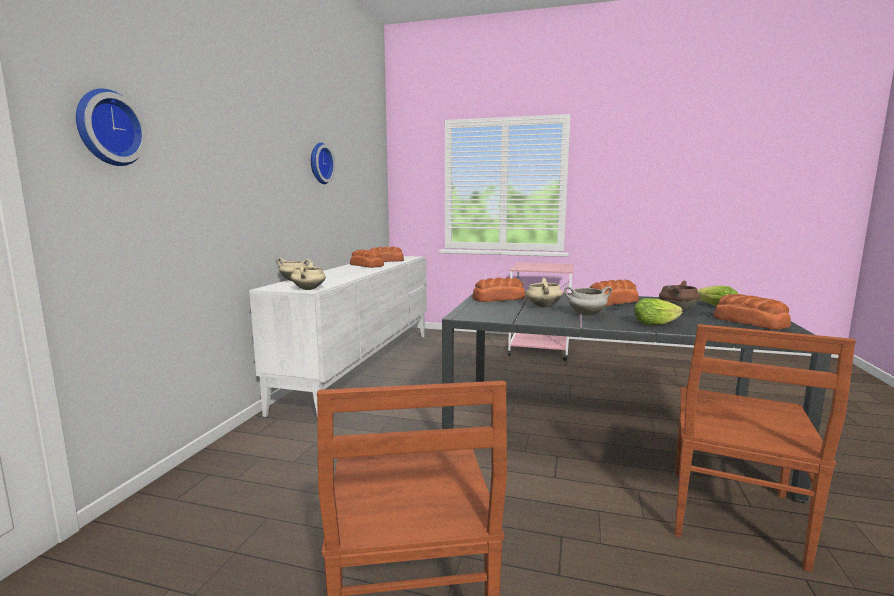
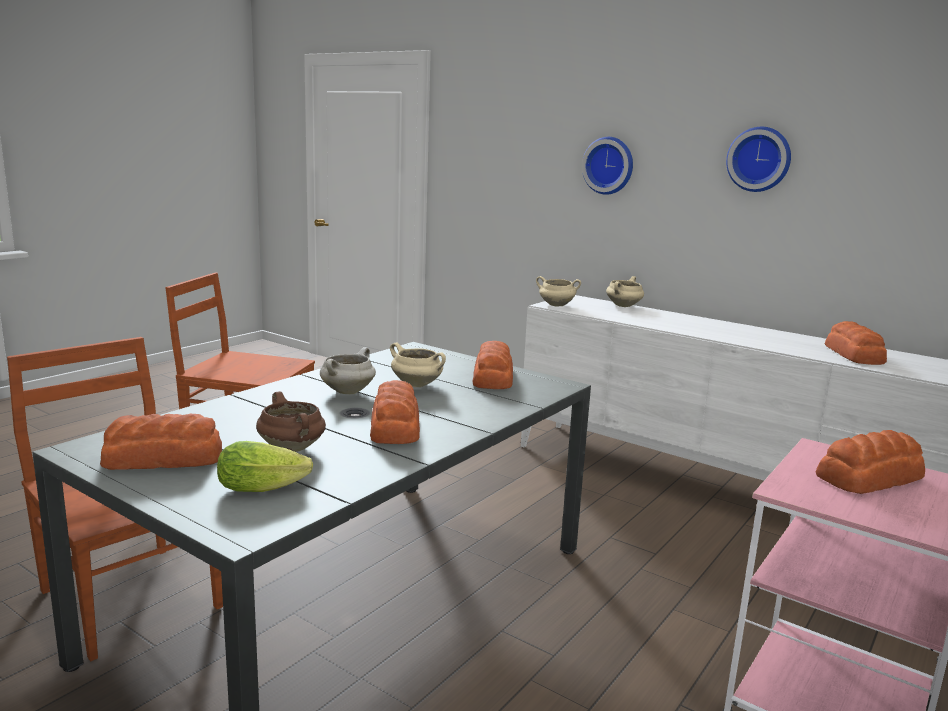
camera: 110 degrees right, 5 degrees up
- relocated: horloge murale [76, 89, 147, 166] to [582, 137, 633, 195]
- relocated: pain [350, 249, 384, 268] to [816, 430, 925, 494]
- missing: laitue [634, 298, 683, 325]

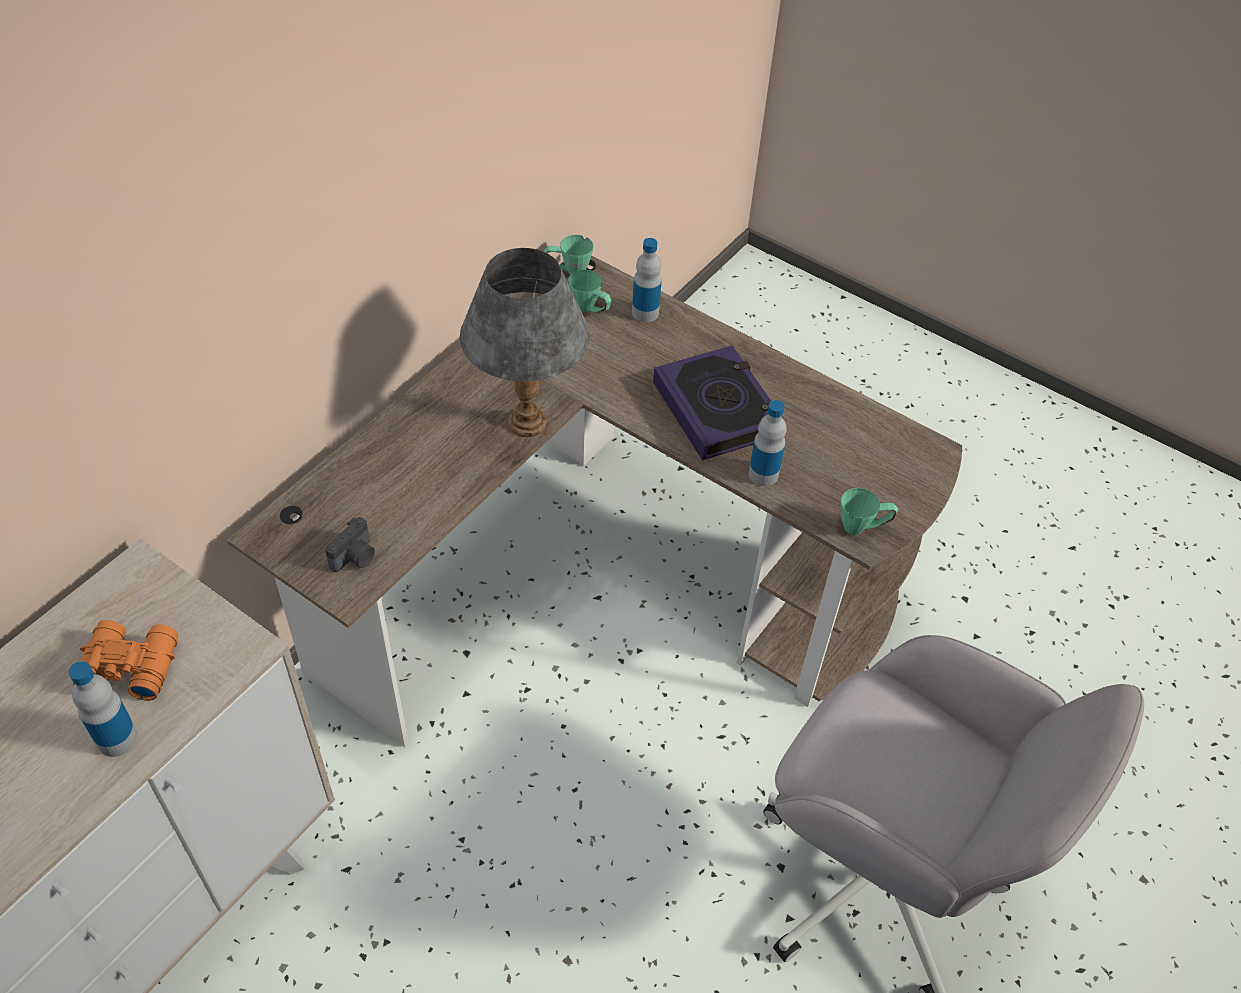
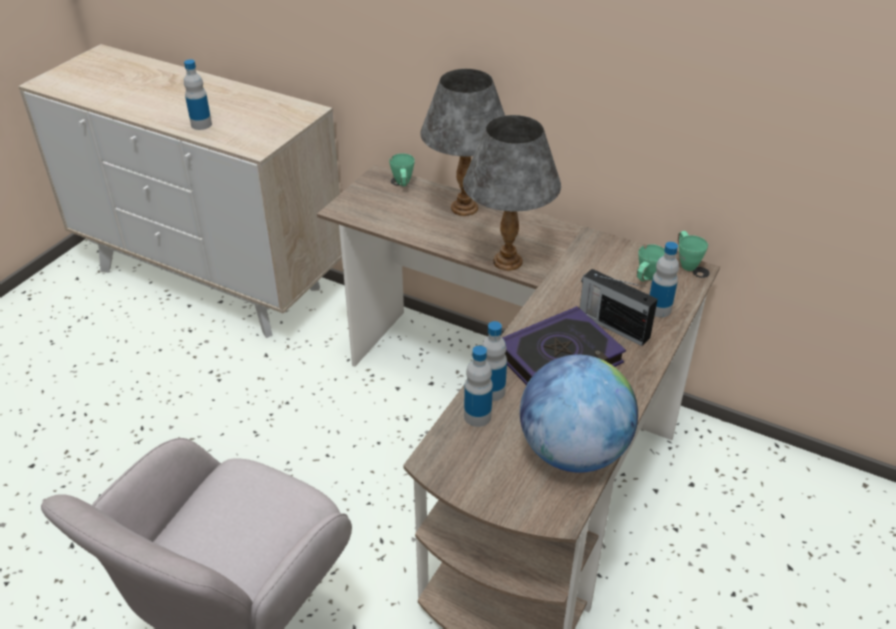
camera: 85 degrees right, 10 degrees down
- relocated: mug [vert] [840, 488, 898, 535] to [389, 153, 415, 186]
- appeared: lampe de table [gris] [420, 69, 505, 216]
- appeared: bouteille [464, 346, 493, 427]
- appeared: globe [520, 354, 638, 473]
- appeared: radio [580, 269, 658, 346]
- missing: jumelles [orange] [73, 620, 178, 701]
- missing: appareil photo [325, 517, 375, 572]

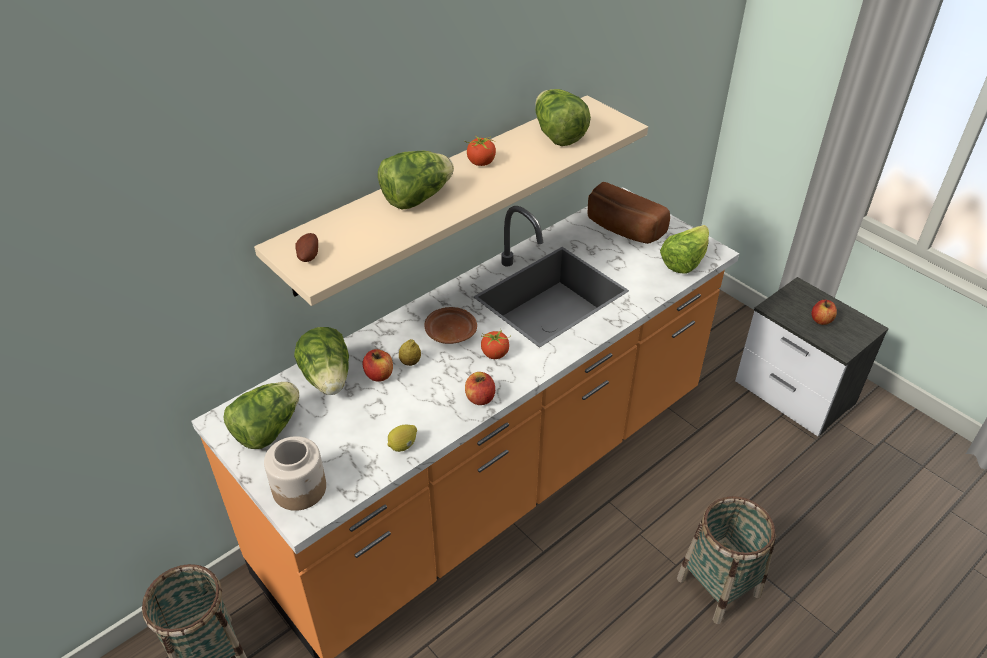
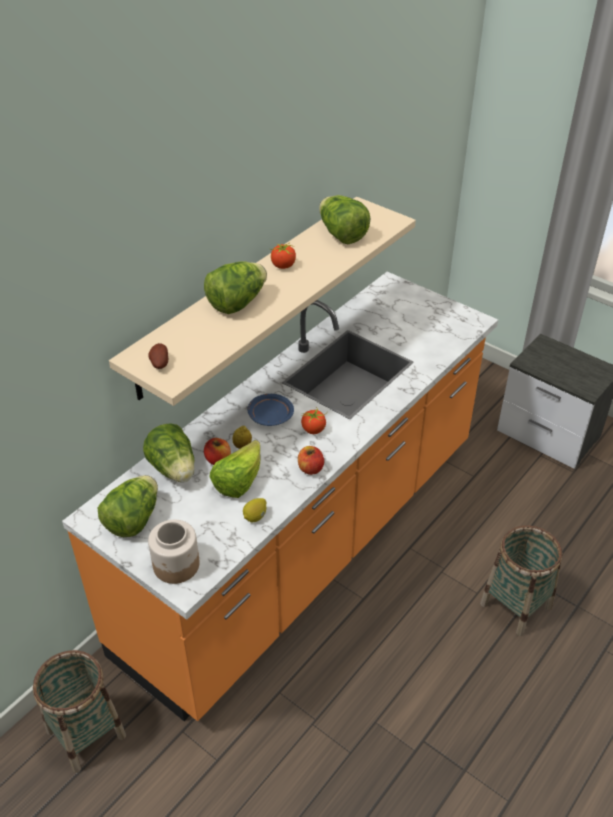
camera: 10 degrees left, 0 degrees up
- relocated: laitue [660, 225, 709, 274] to [209, 440, 261, 498]
- colour: assiette [marron] [424, 307, 477, 344] to assiette [bleu] [247, 394, 294, 426]
- missing: pain [588, 182, 670, 244]
- missing: pomme [811, 300, 837, 325]

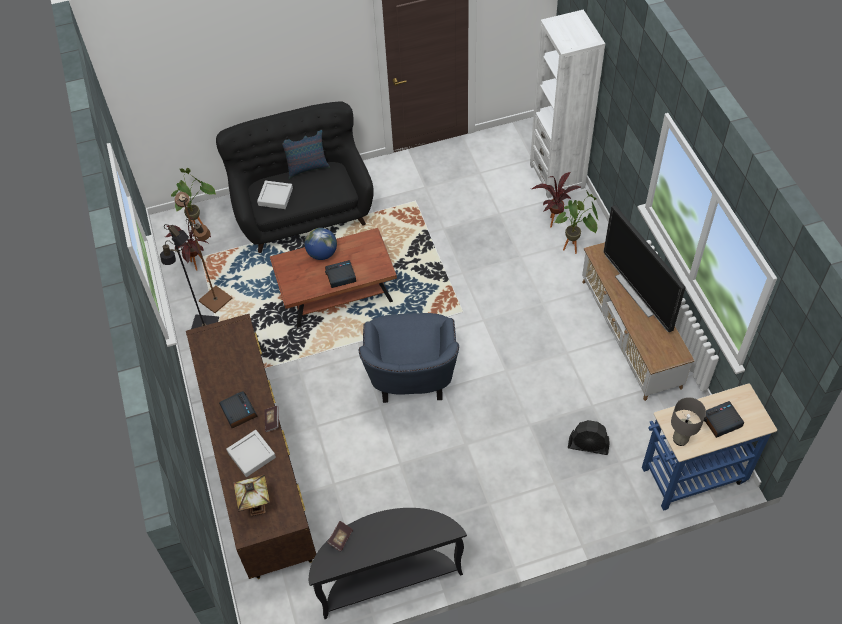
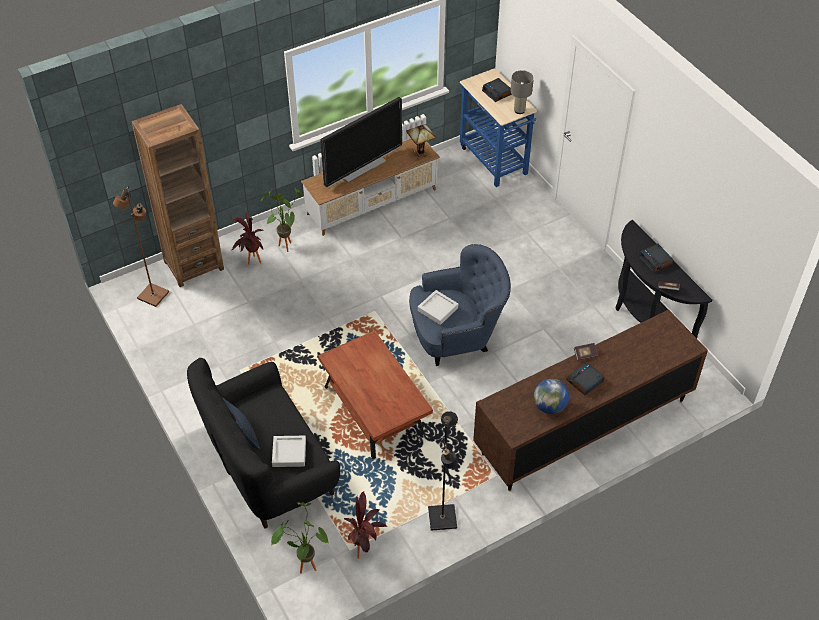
camera: 105 degrees left, 5 degrees down
- relocated: lampadaire [marron] [175, 192, 232, 313] to [113, 186, 169, 307]
- colour: bibliothèque [blanc] [530, 10, 605, 198] to bibliothèque [marron] [132, 104, 224, 287]
- relocated: lampe de table [233, 475, 270, 516] to [406, 124, 437, 158]
- relocated: plateau [gris] [226, 430, 276, 477] to [418, 290, 458, 325]
- relocated: globe [305, 228, 337, 260] to [534, 379, 569, 414]
- relocated: réveil [325, 260, 356, 288] to [638, 244, 674, 272]
- missing: ventilateur [noir] [568, 420, 610, 455]

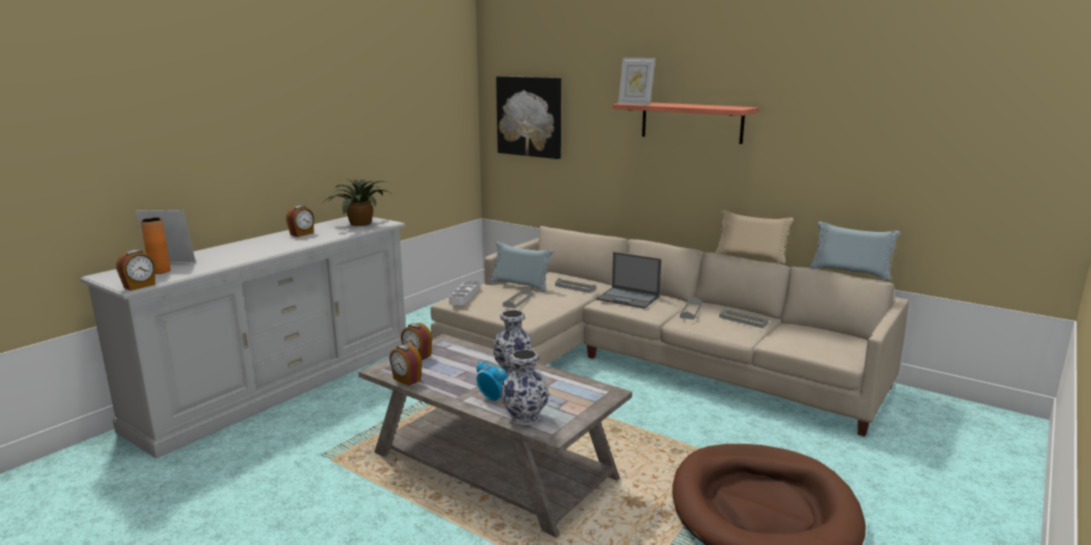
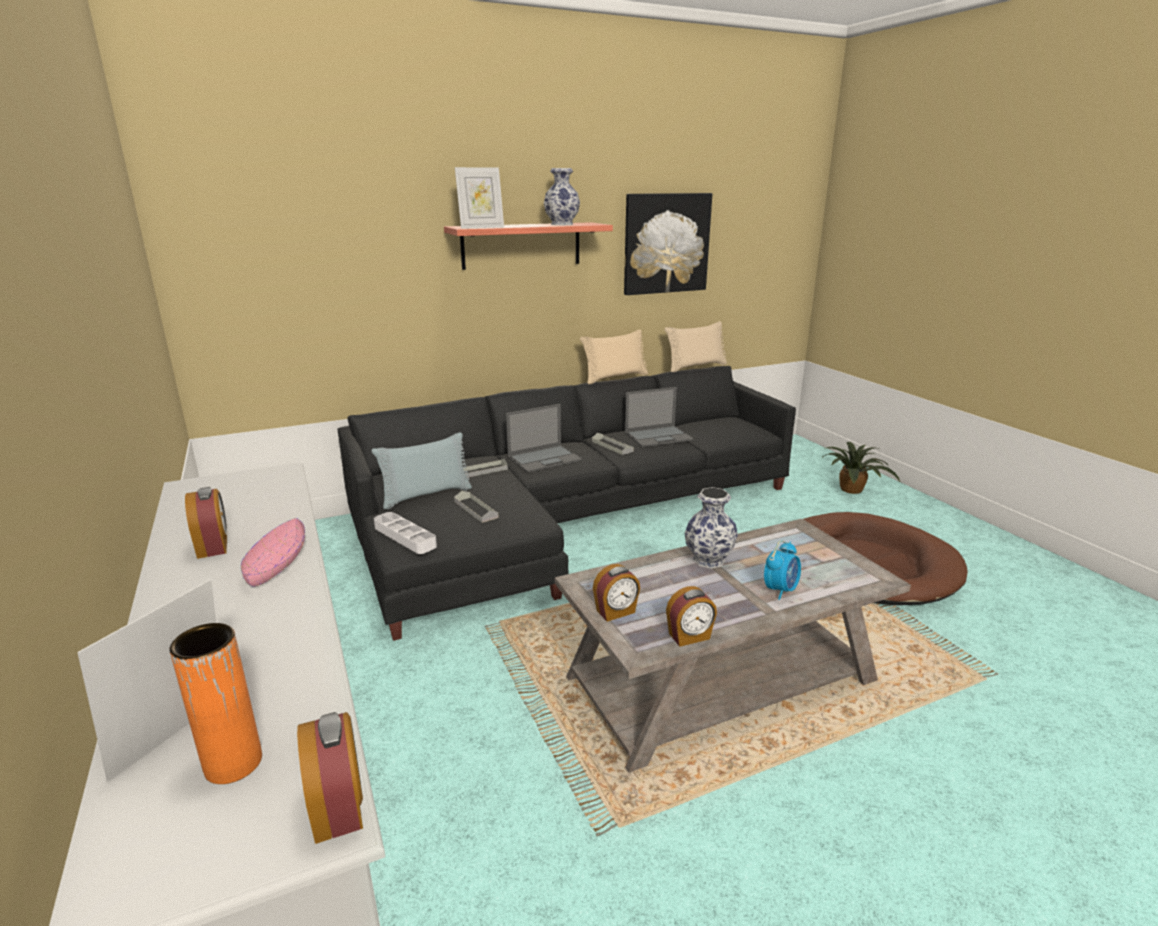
camera: 60 degrees left, 5 degrees up
- appeared: bol [rose] [241, 518, 305, 587]
- colour: canapé [beige] [431, 226, 909, 437] to canapé [noir] [338, 366, 796, 641]
- relocated: vase [500, 349, 549, 425] to [544, 168, 580, 225]
- relocated: tableau [496, 76, 561, 159] to [624, 193, 712, 295]
- exchanged: plateau [gris] [719, 308, 769, 328] to ordinateur portable [625, 387, 694, 447]
- colour: coussin [bleu] [809, 222, 900, 281] to coussin [beige] [665, 321, 727, 372]
- spun: réveil [476, 360, 508, 401] = [764, 540, 801, 600] 150 degrees clockwise
- relocated: plante en pot [323, 179, 393, 226] to [823, 442, 900, 494]

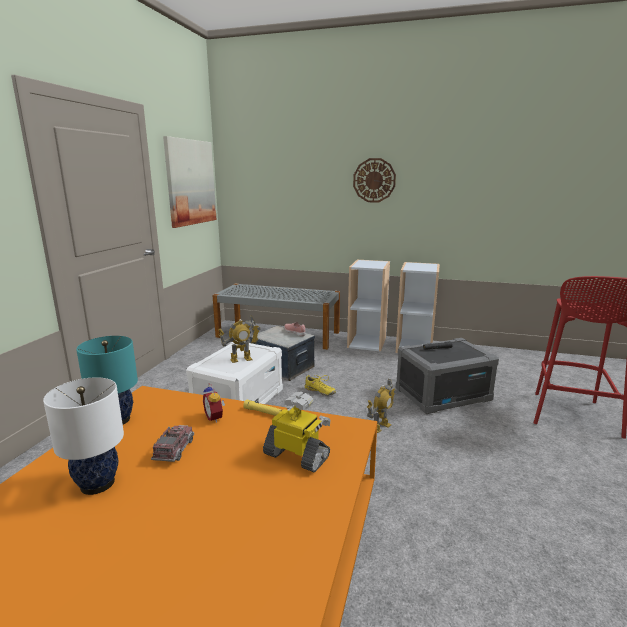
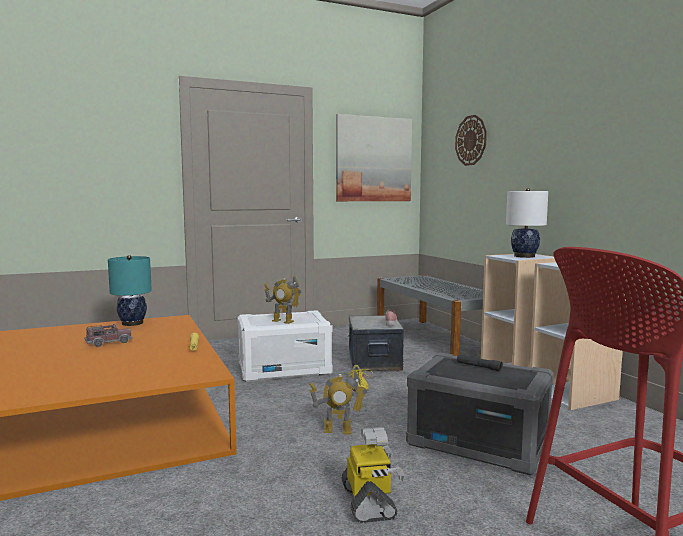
camera: 50 degrees right, 10 degrees down
- relocated: robot jouet [263, 392, 331, 472] to [342, 427, 405, 523]
- relocated: horloge murale [353, 158, 396, 203] to [455, 115, 487, 166]
- relocated: lampe de table [blanc] [43, 377, 124, 495] to [506, 188, 548, 258]
- missing: réveil [203, 384, 225, 423]

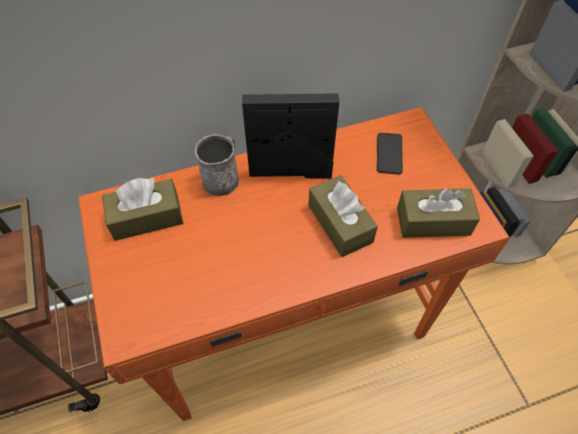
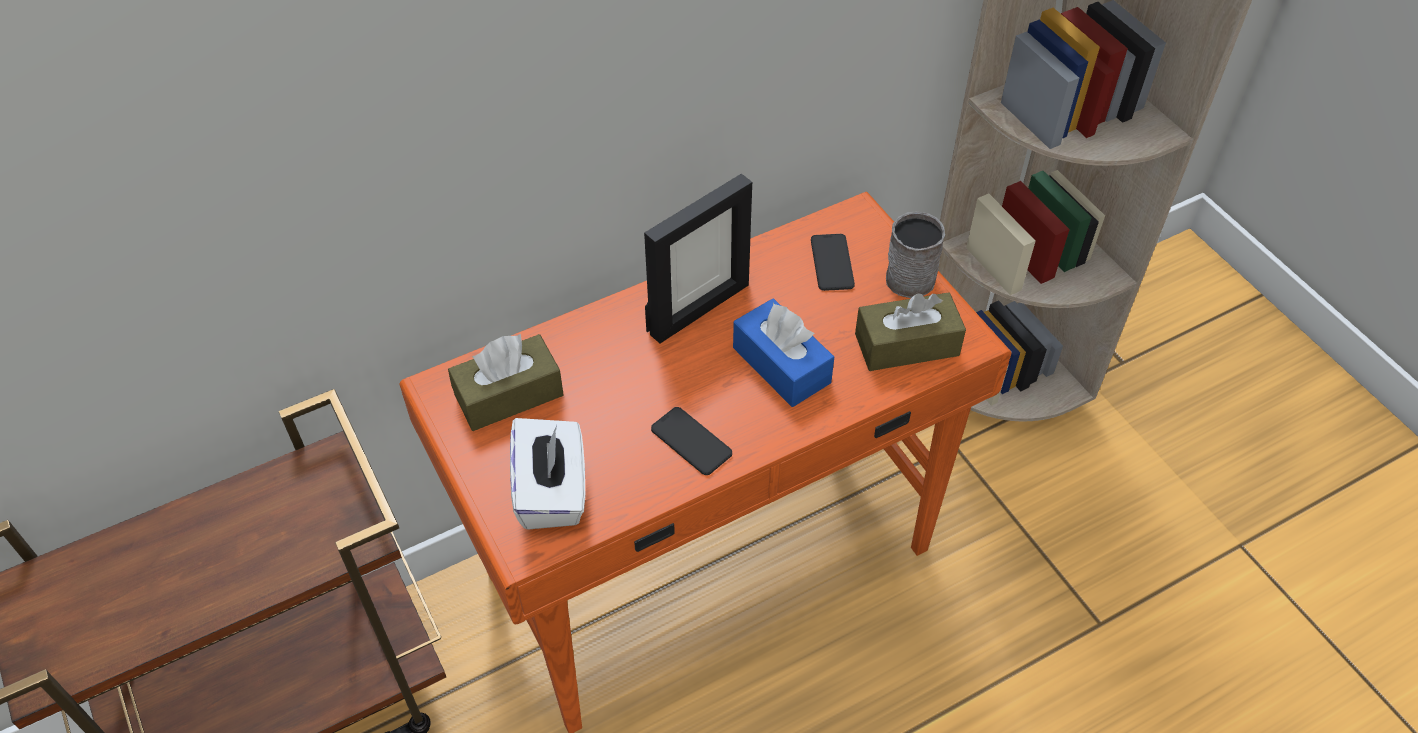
camera: 10 degrees left, 5 degrees down
- appeared: boîte à mouchoirs [blanc] [510, 418, 585, 530]
- spun: cadre photo [242, 93, 339, 179] = [644, 174, 752, 344] 150 degrees clockwise
- appeared: téléphone [651, 407, 732, 475]
- colour: boîte à mouchoirs [marron] [308, 175, 378, 257] to boîte à mouchoirs [bleu] [733, 299, 834, 407]
- relocated: mug [gris] [195, 134, 239, 196] to [886, 212, 945, 298]

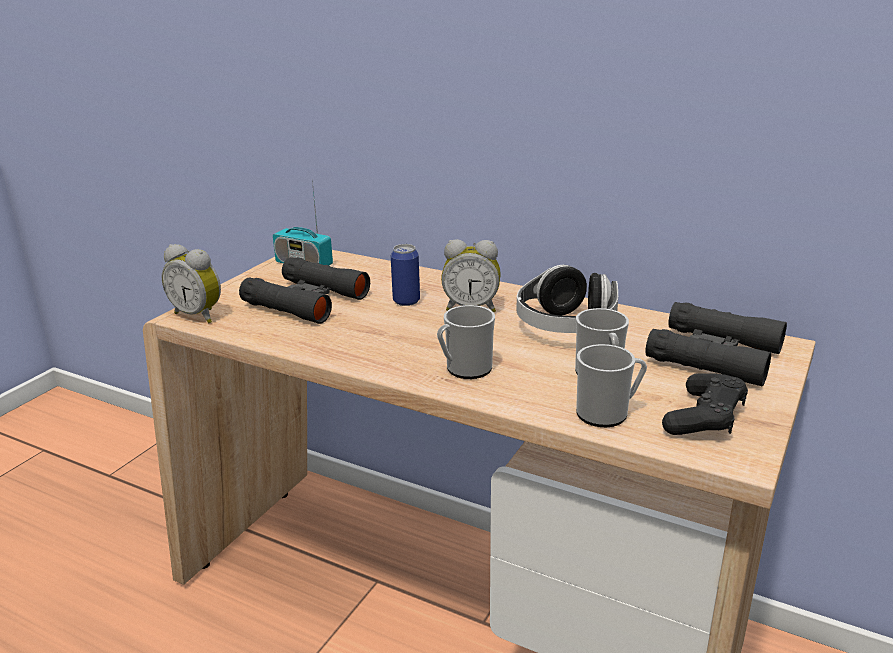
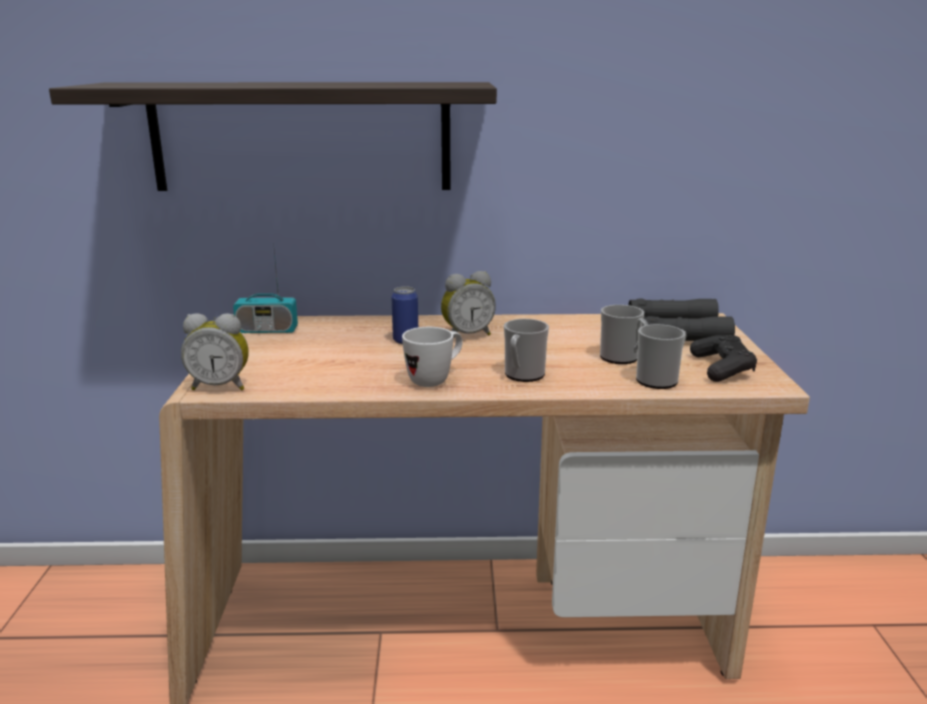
camera: 30 degrees left, 5 degrees down
- appeared: étagère [49, 82, 497, 191]
- appeared: mug [blanc] [402, 327, 463, 387]
- missing: jumelles [noir] [239, 257, 370, 324]
- missing: casque audio [516, 265, 618, 333]

